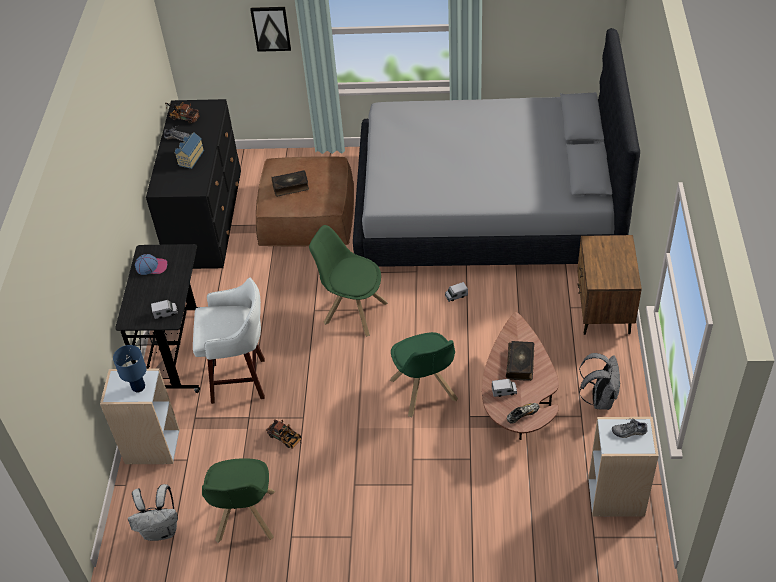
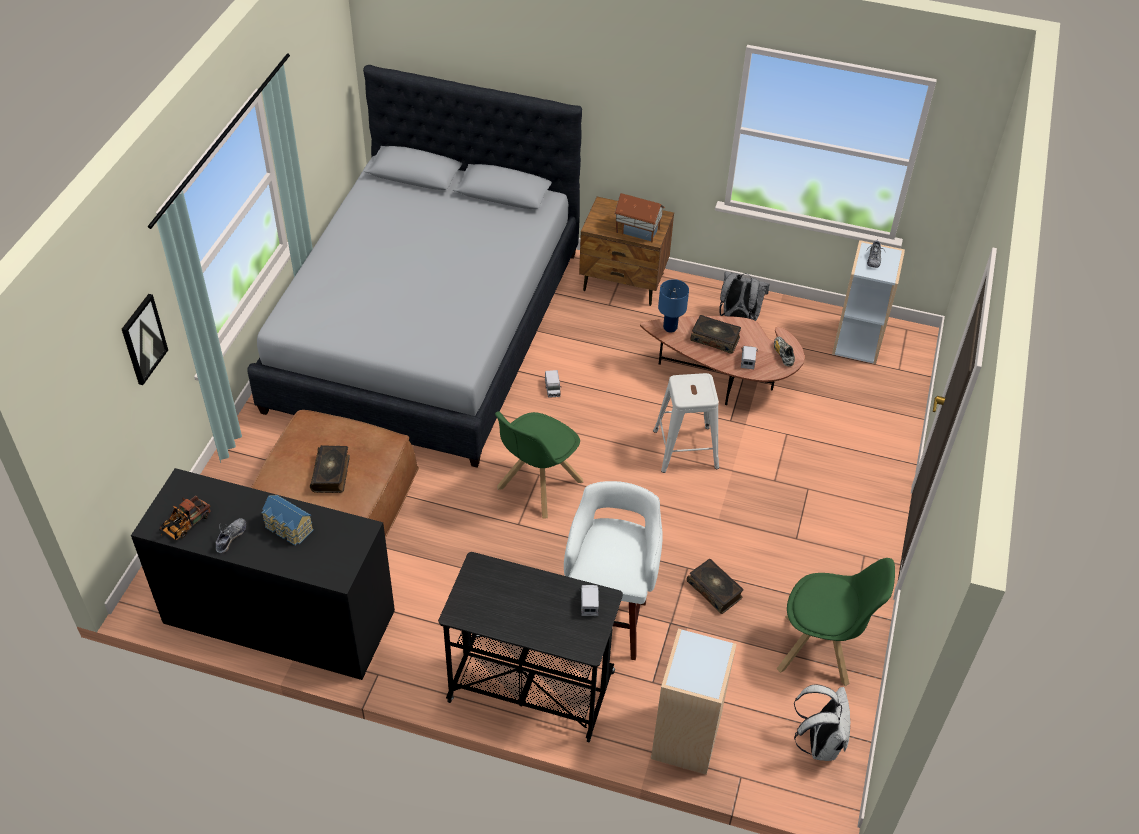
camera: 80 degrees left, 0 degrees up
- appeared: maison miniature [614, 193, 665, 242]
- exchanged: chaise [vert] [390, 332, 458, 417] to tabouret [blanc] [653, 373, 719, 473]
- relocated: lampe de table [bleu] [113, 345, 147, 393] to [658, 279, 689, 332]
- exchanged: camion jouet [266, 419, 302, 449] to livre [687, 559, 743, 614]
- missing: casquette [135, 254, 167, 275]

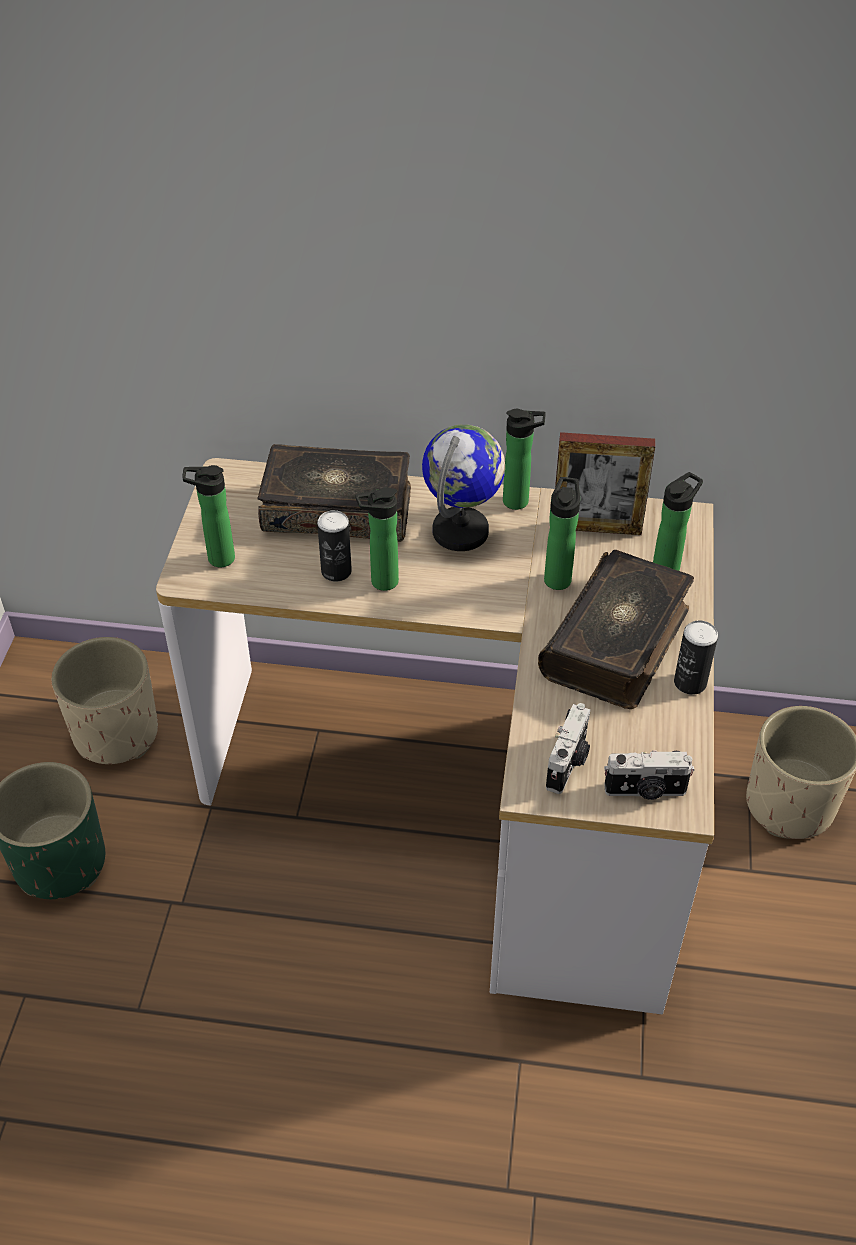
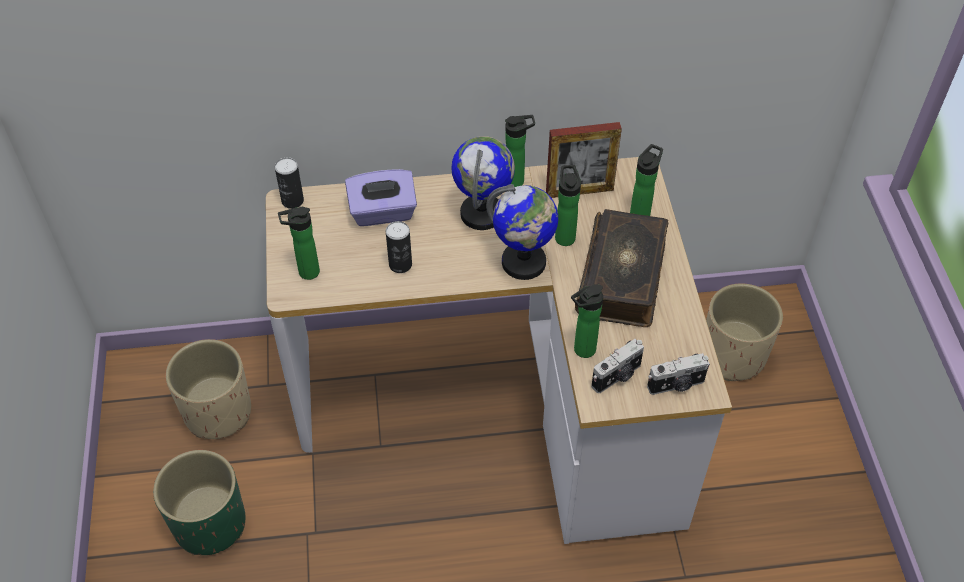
camera: 15 degrees left, 5 degrees up
- relocated: boîte métallique [674, 620, 718, 695] to [275, 157, 304, 209]
- exchanged: livre [258, 444, 411, 542] to boîte à mouchoirs [violet] [345, 169, 417, 226]
- appeared: globe [486, 184, 558, 280]
- relocated: bouteille [355, 487, 399, 591] to [571, 285, 603, 358]
- spun: appareil photo [546, 703, 591, 794] = [591, 339, 644, 393] 45 degrees clockwise

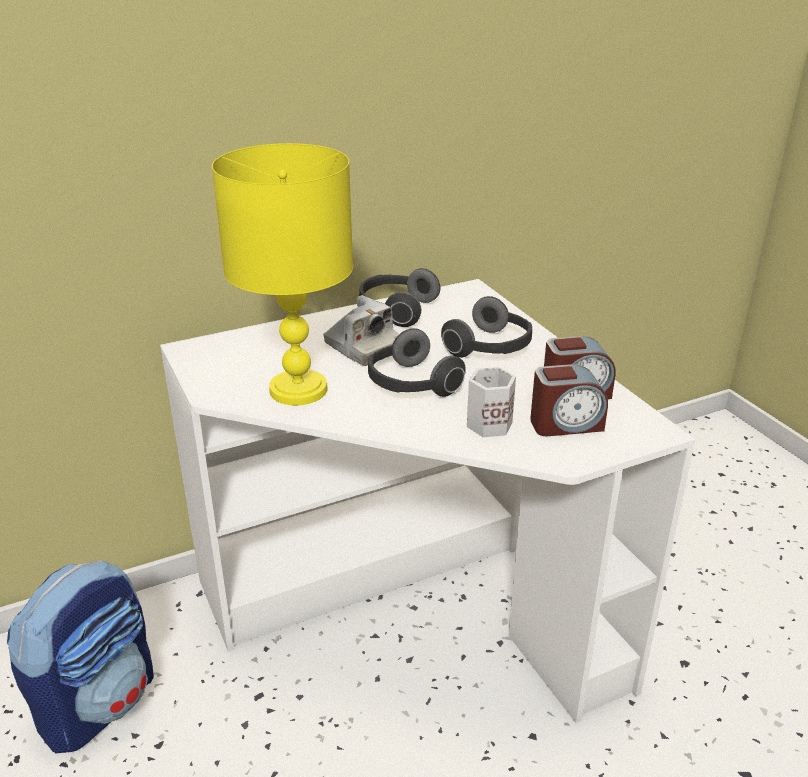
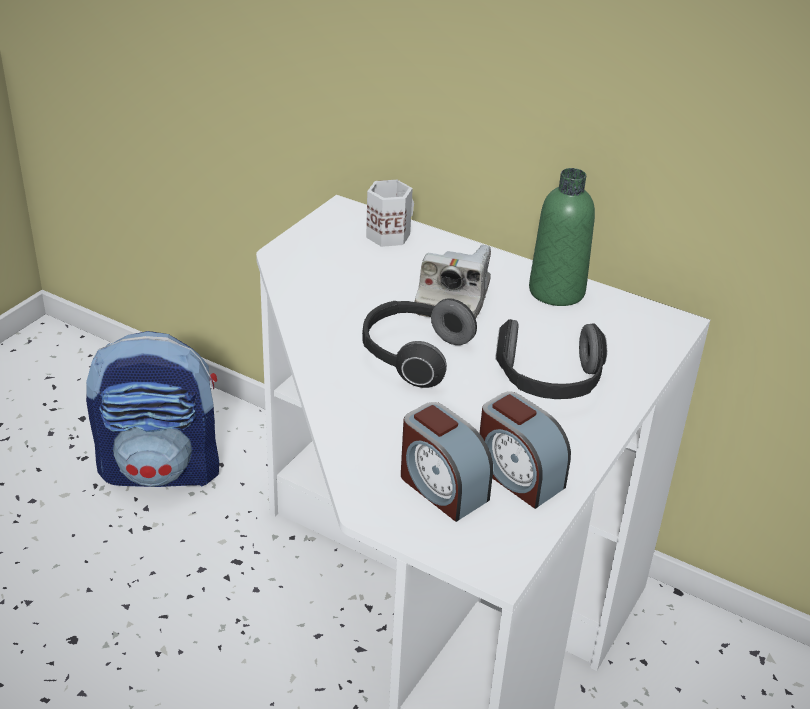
camera: 55 degrees right, 5 degrees up
- relocated: mug [blanc] [467, 367, 516, 437] to [366, 180, 414, 247]
- exchanged: casque audio [359, 268, 440, 327] to bouteille [vert] [529, 168, 595, 306]
- missing: lampe de table [jaune] [212, 143, 353, 405]

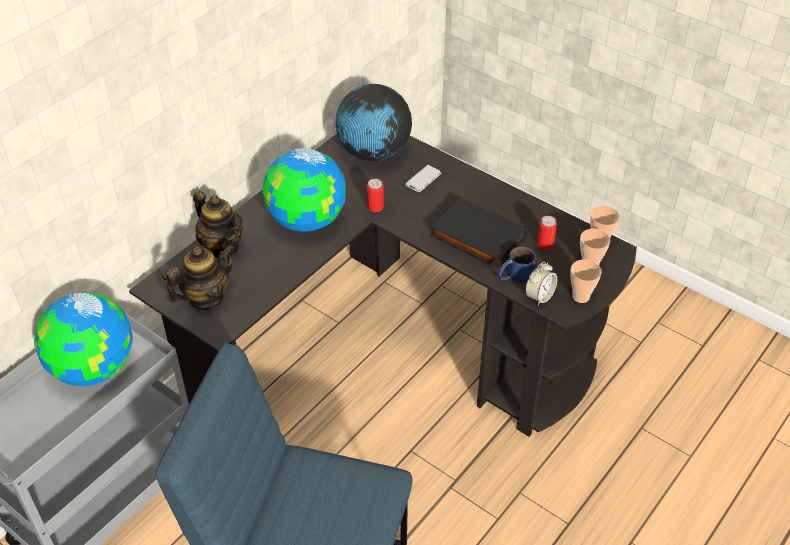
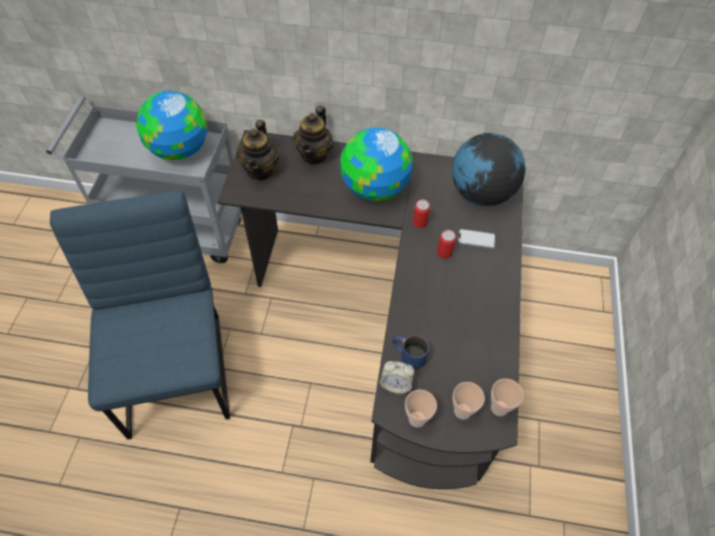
camera: 60 degrees right, 10 degrees up
- spun: théière [166, 245, 234, 310] = [237, 120, 279, 181] 75 degrees clockwise
- relocated: boîte métallique [537, 216, 557, 250] to [437, 230, 456, 259]
- missing: livre [noir] [430, 198, 527, 268]

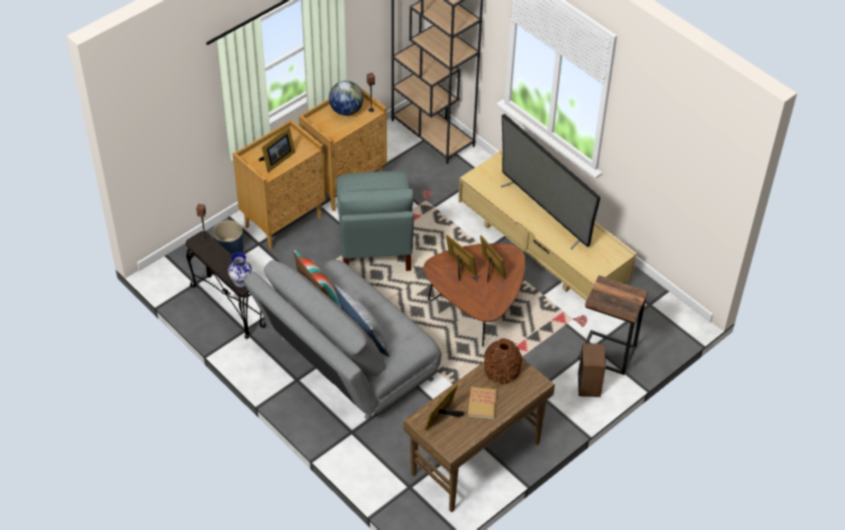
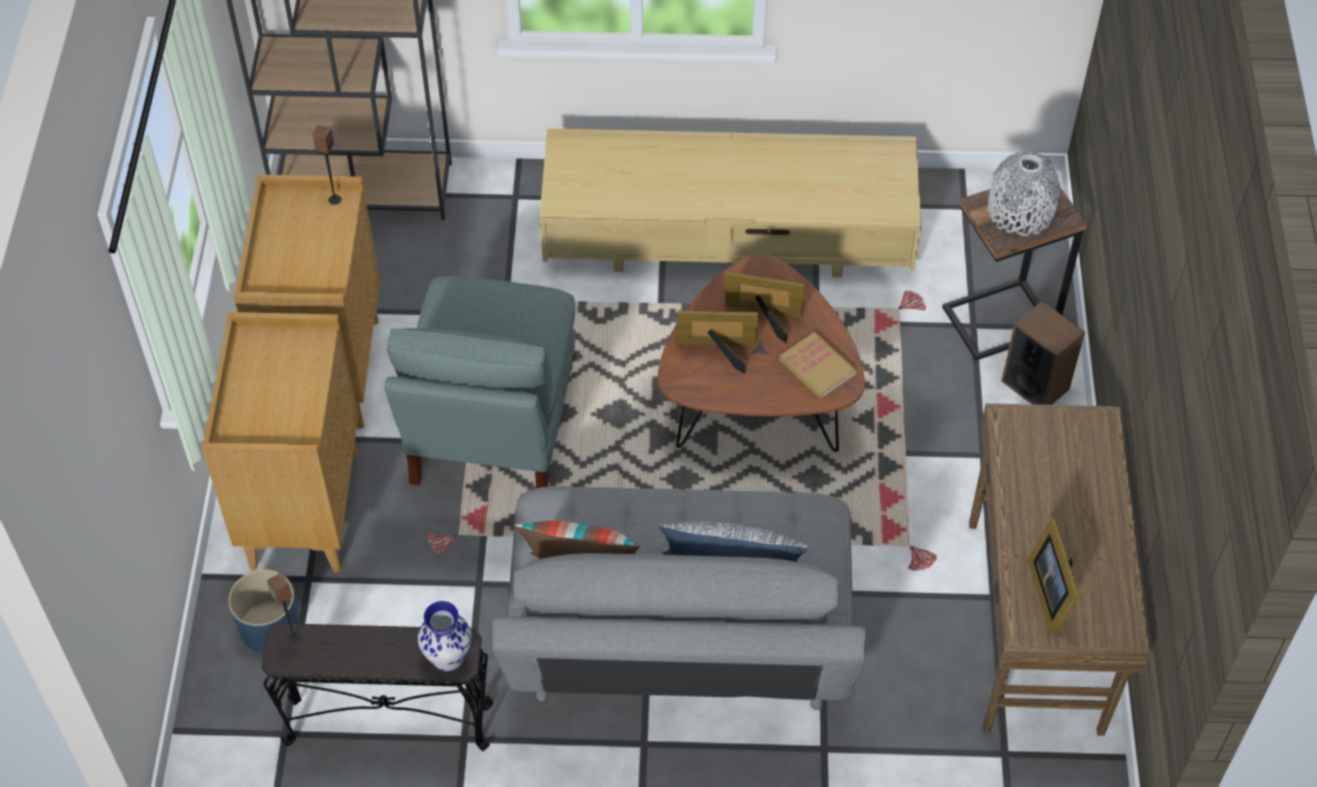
camera: 45 degrees left, 5 degrees up
- spun: fauteuil [gris] [336, 171, 414, 271] = [385, 276, 575, 488] 60 degrees clockwise
- relocated: livre [468, 387, 497, 420] to [779, 332, 856, 399]
- appeared: vase [gris] [988, 151, 1061, 236]
- missing: cadre photo [259, 127, 295, 173]
- missing: globe [329, 81, 364, 116]
- missing: vase [marron] [484, 339, 522, 384]
- missing: téléviseur [501, 114, 600, 249]

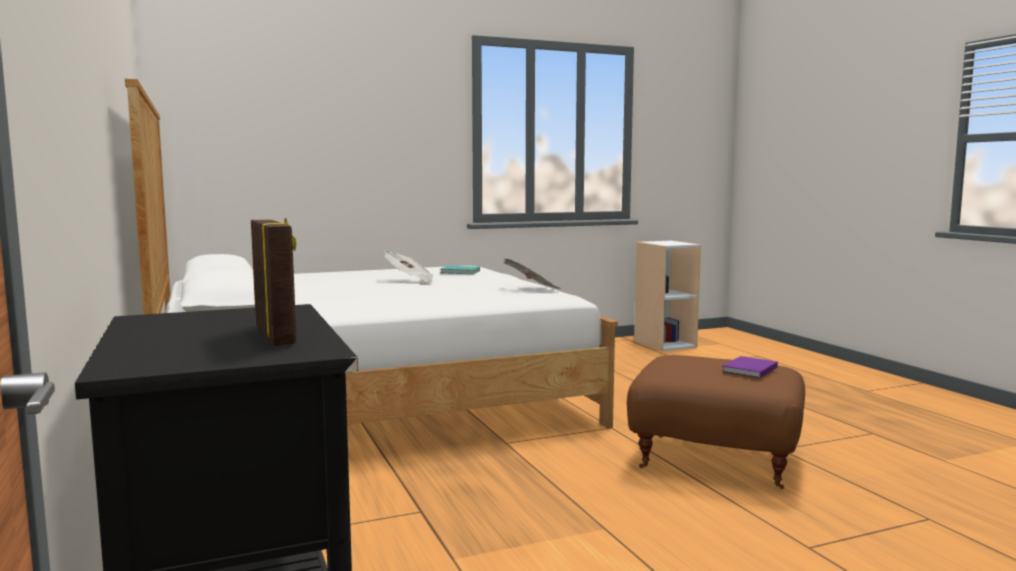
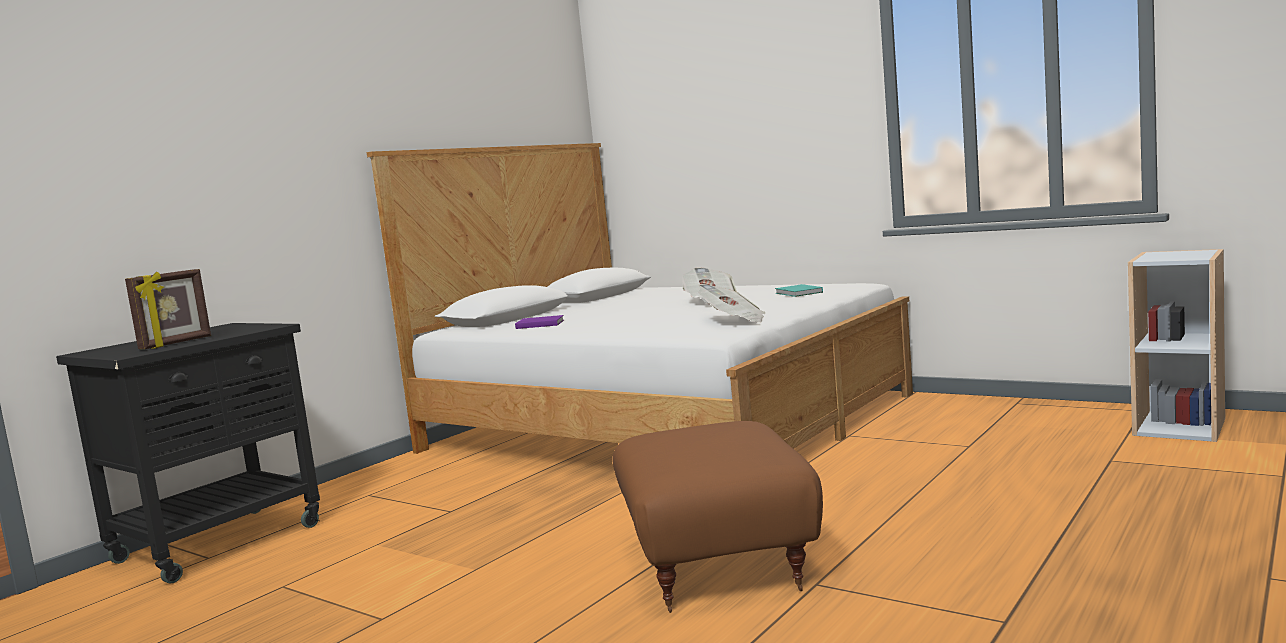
camera: 60 degrees right, 0 degrees up
- relocated: livre [violet] [722, 356, 778, 378] to [515, 315, 564, 329]

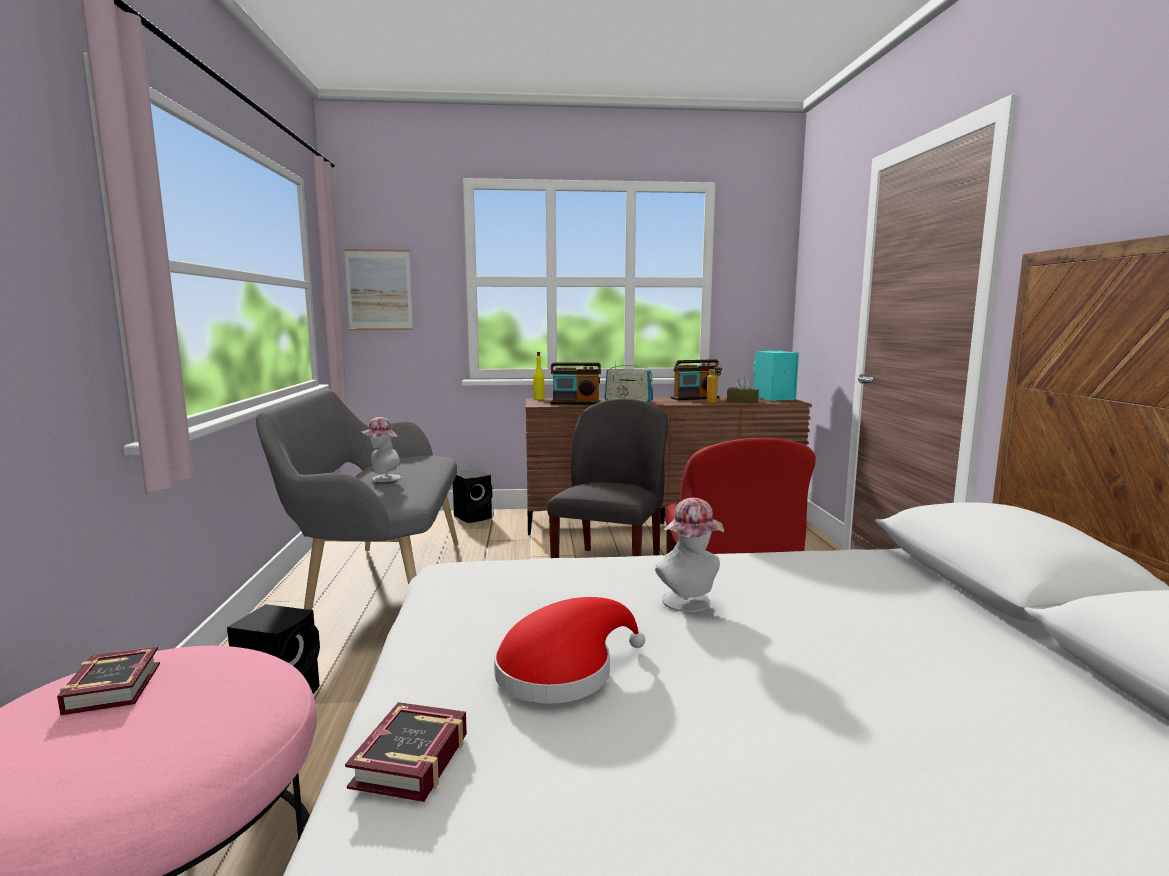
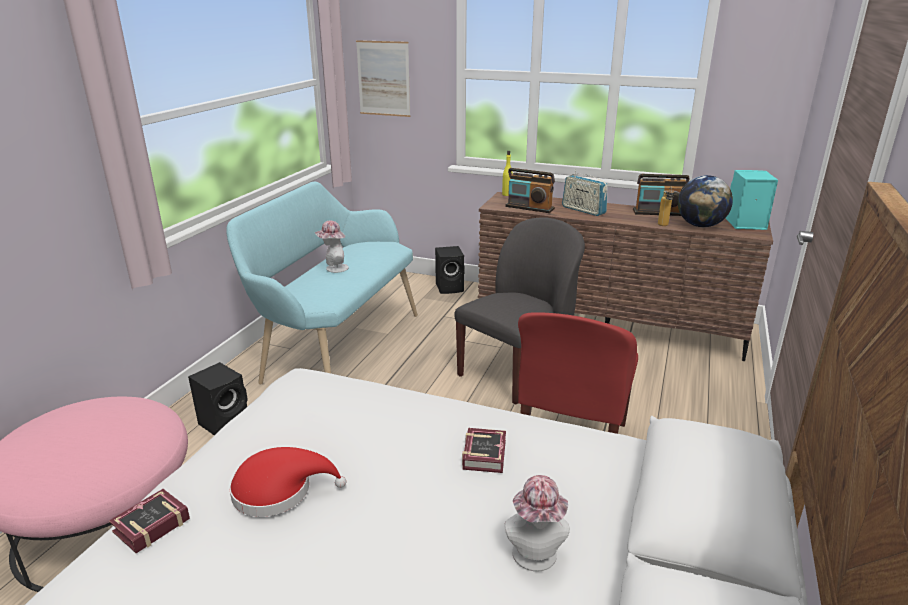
camera: 25 degrees right, 15 degrees up
- colour: banc [gris] [256, 389, 458, 610] to banc [turquoise] [227, 182, 418, 384]
- relocated: livre [57, 647, 160, 716] to [462, 428, 506, 473]
- relocated: chapeau [655, 498, 724, 612] to [504, 475, 570, 572]
- exchanged: boîte à mouchoirs [marron] [727, 376, 759, 403] to globe [678, 175, 733, 227]

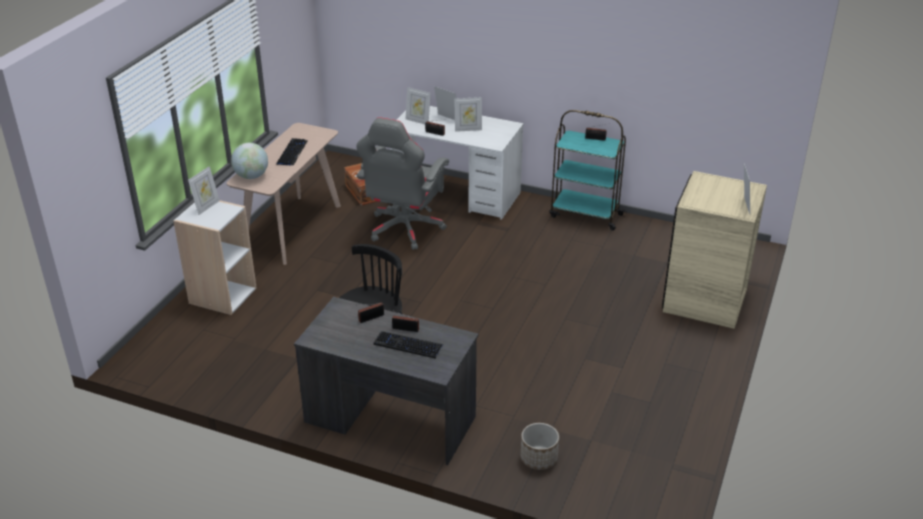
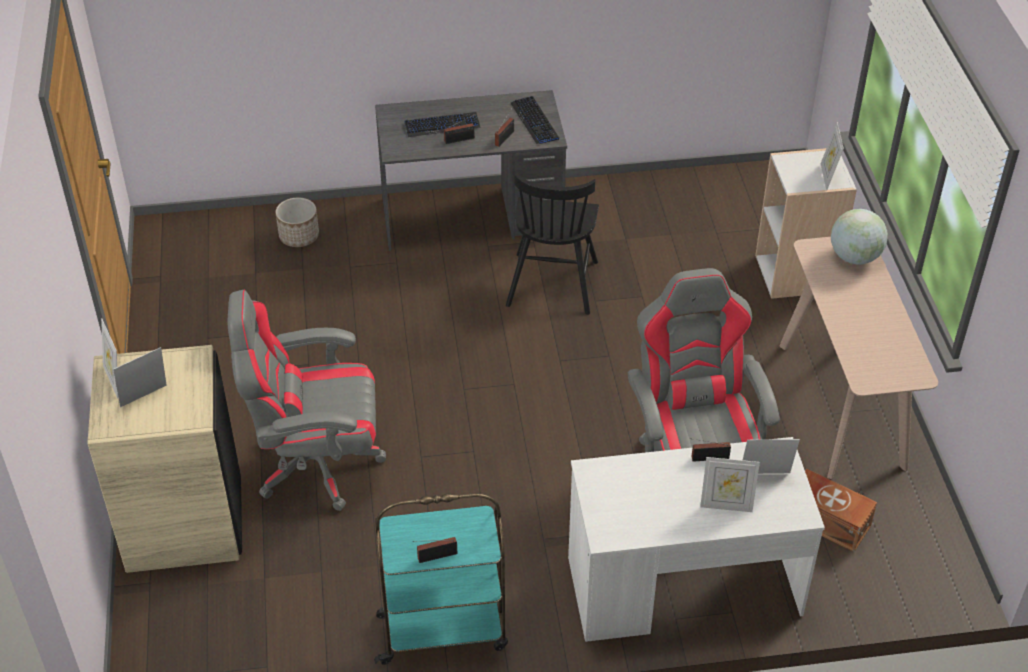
camera: 150 degrees right, 10 degrees up
- relocated: cadre photo [454, 97, 482, 132] to [113, 347, 167, 407]
- appeared: chaise de bureau [gris] [228, 289, 386, 511]
- relocated: clavier [276, 138, 307, 166] to [511, 96, 559, 144]

